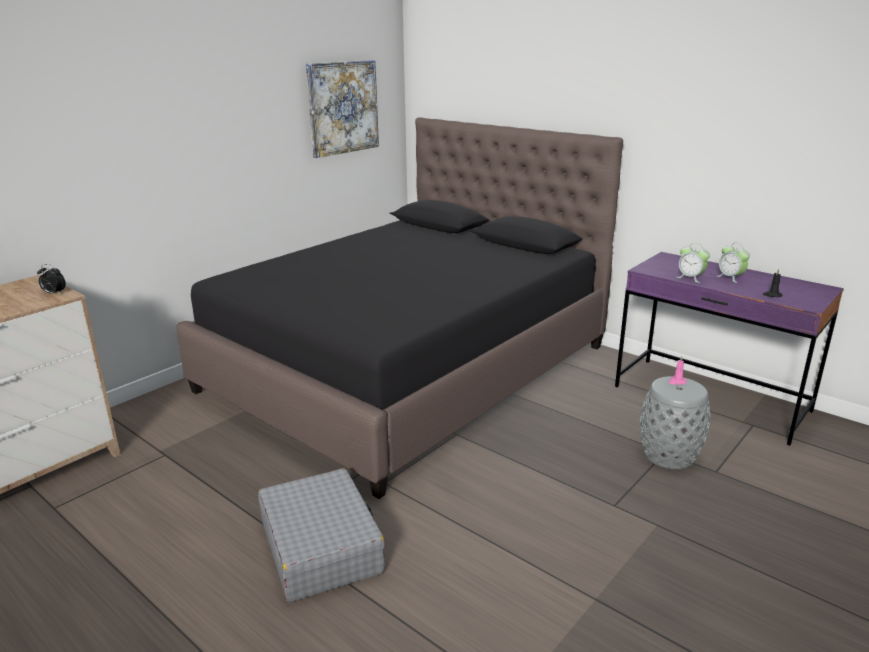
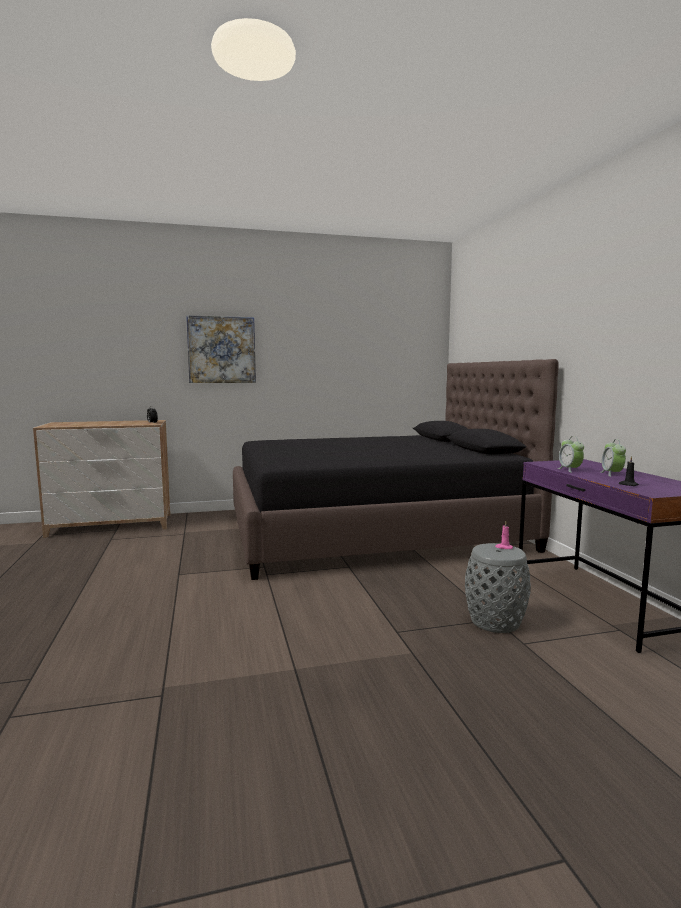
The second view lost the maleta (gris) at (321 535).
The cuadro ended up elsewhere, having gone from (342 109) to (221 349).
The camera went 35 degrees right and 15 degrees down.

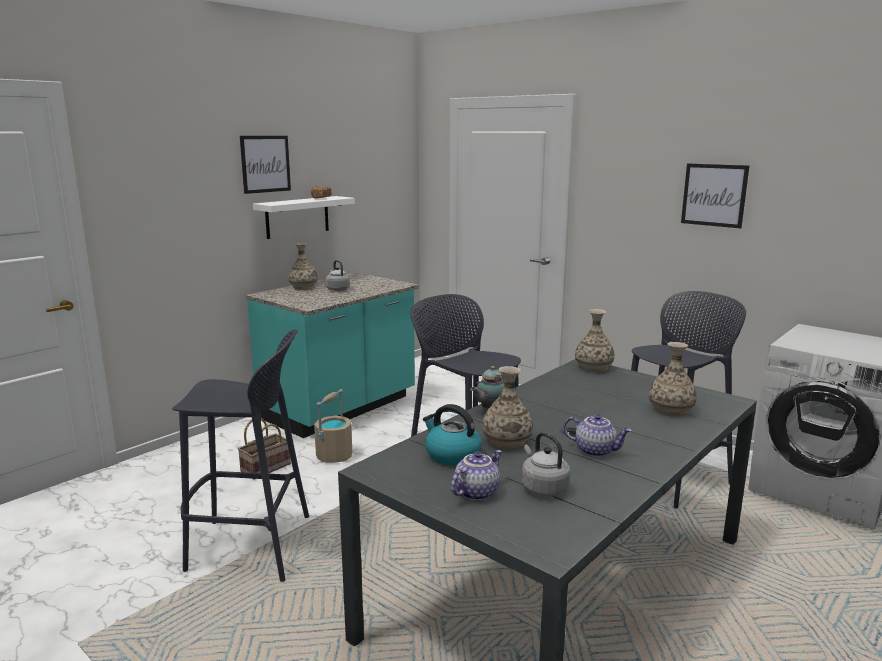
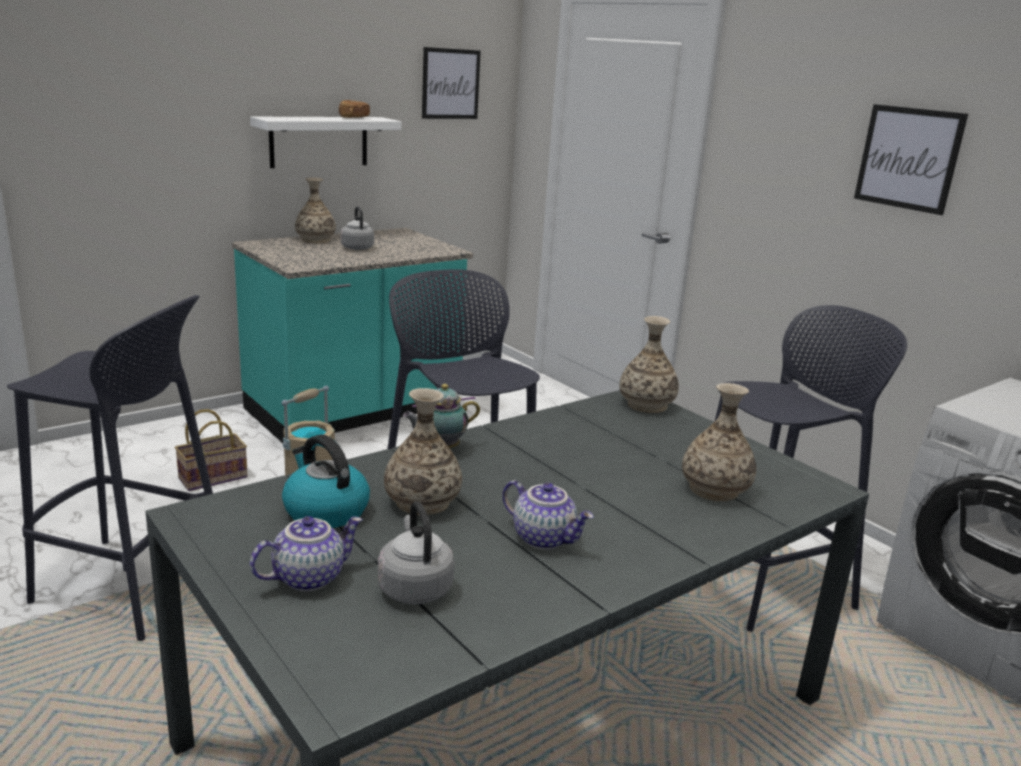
The cuadro ended up elsewhere, having gone from (265 165) to (451 83).
The camera went 10 degrees right and 5 degrees up.

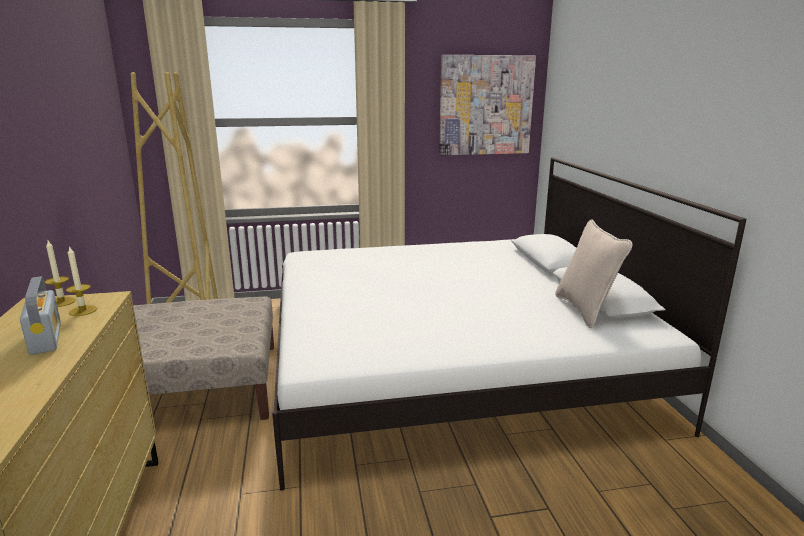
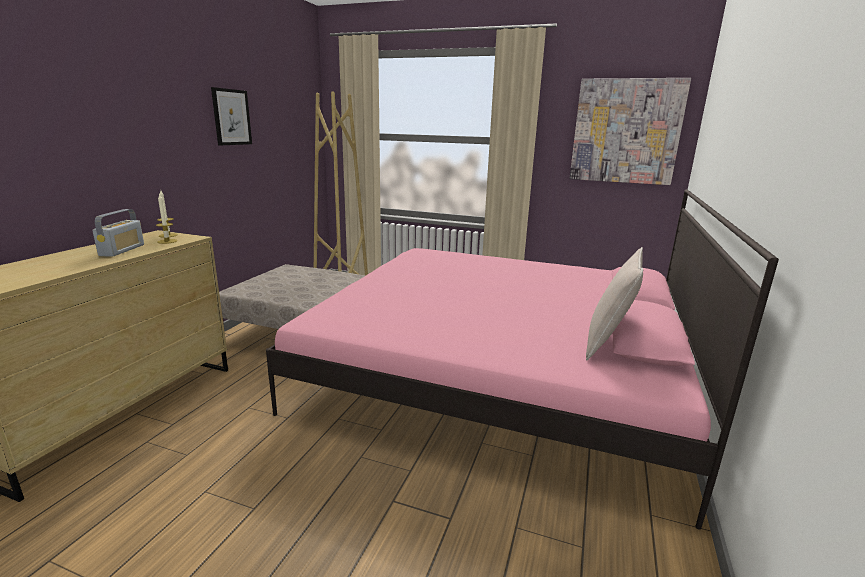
The second view gained the cuadro at (231 116).
What was the cama (blanco) at (509 324) turned into the cama (rosa) at (522 359).
The camera went 30 degrees right and 0 degrees up.

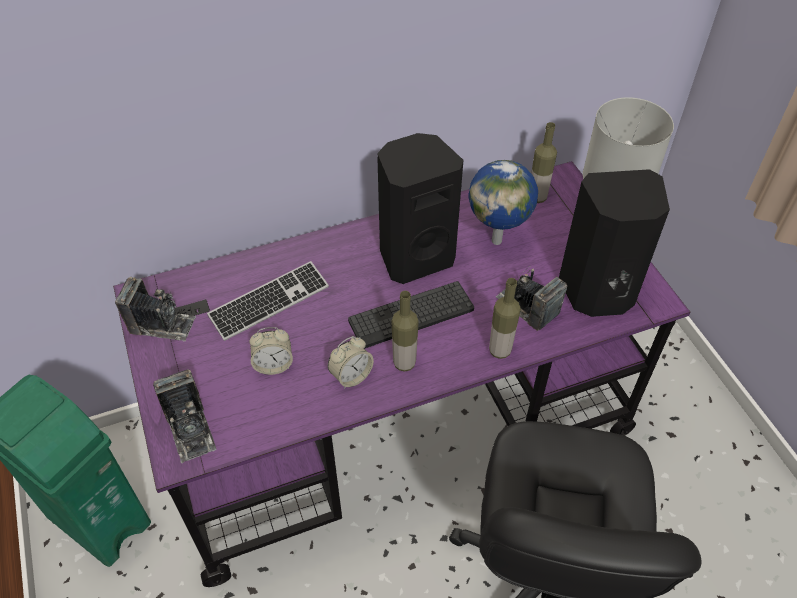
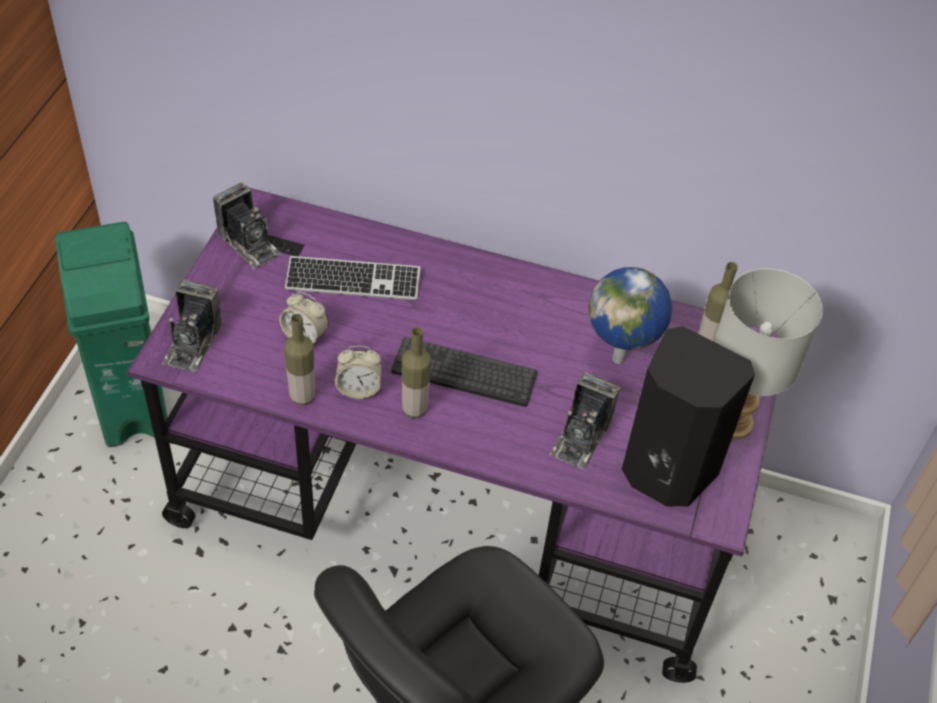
The second view lost the altavoz (negro) at (420 208).
The botella ended up elsewhere, having gone from (505 318) to (299 359).
The cámara at (531 298) ended up facing another way, 150 degrees counterclockwise from before.
The camera went 35 degrees right and 0 degrees up.

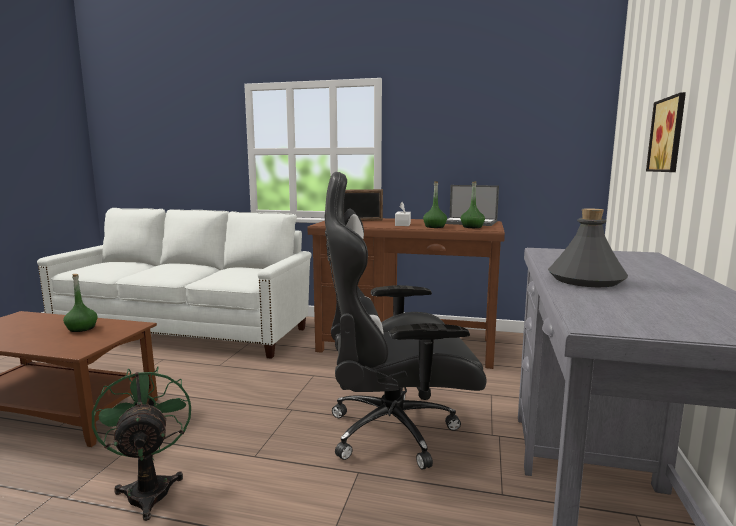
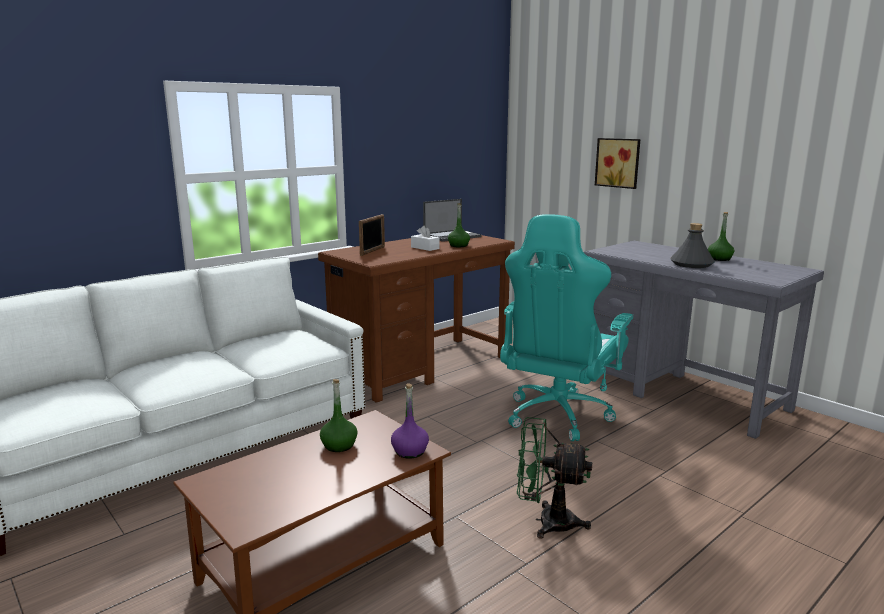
The second view gained the botella (morado) at (410 421).
The botella (verde) ended up elsewhere, having gone from (473 204) to (721 236).
What was the silla de oficina (negro) at (406 321) turned into the silla de oficina (turquesa) at (566 327).
The camera went 55 degrees left and 5 degrees up.

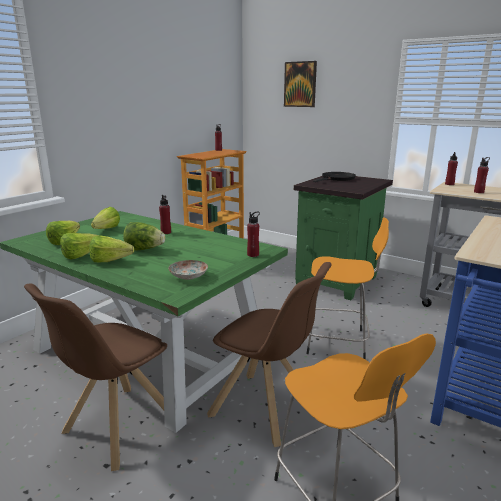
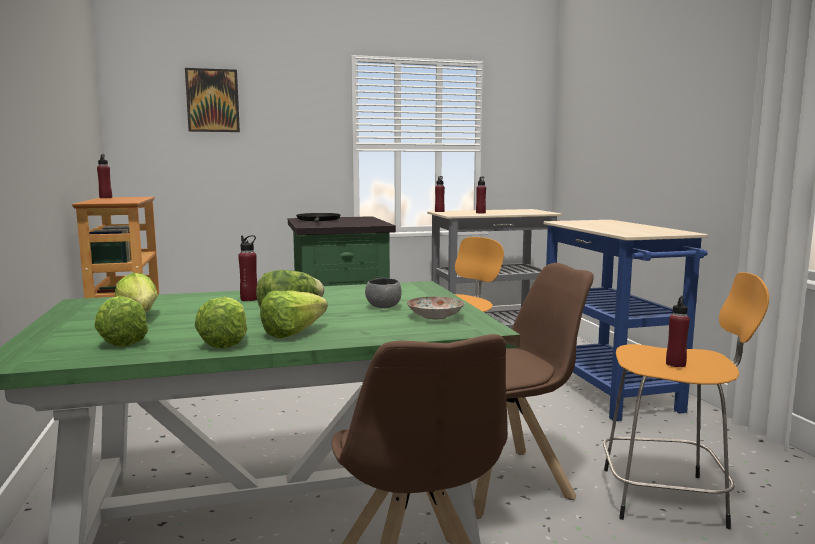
The second view gained the cuenco (gris) at (383 293).
The botella (rojo) ended up elsewhere, having gone from (253 234) to (678 331).
The camera went 50 degrees left and 10 degrees down.

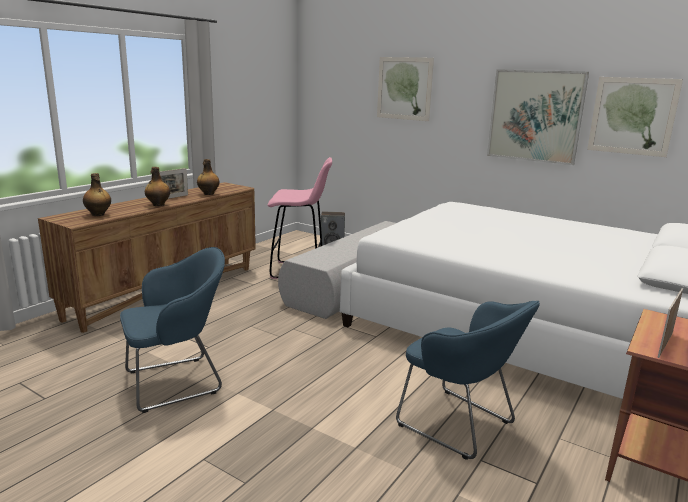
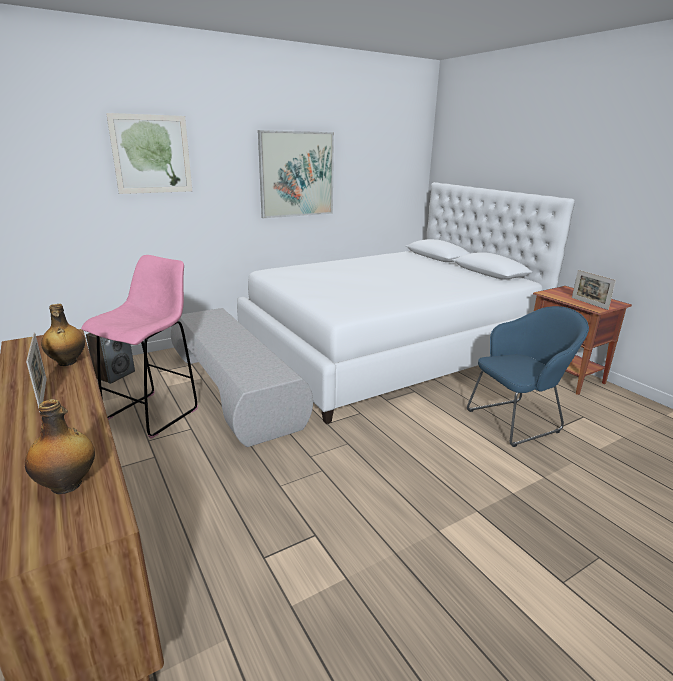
The second view lost the sillón (azul) at (172 330).
The second view lost the botella at (157 186).
The second view lost the cuadro at (635 117).
The camera went 65 degrees left and 5 degrees up.

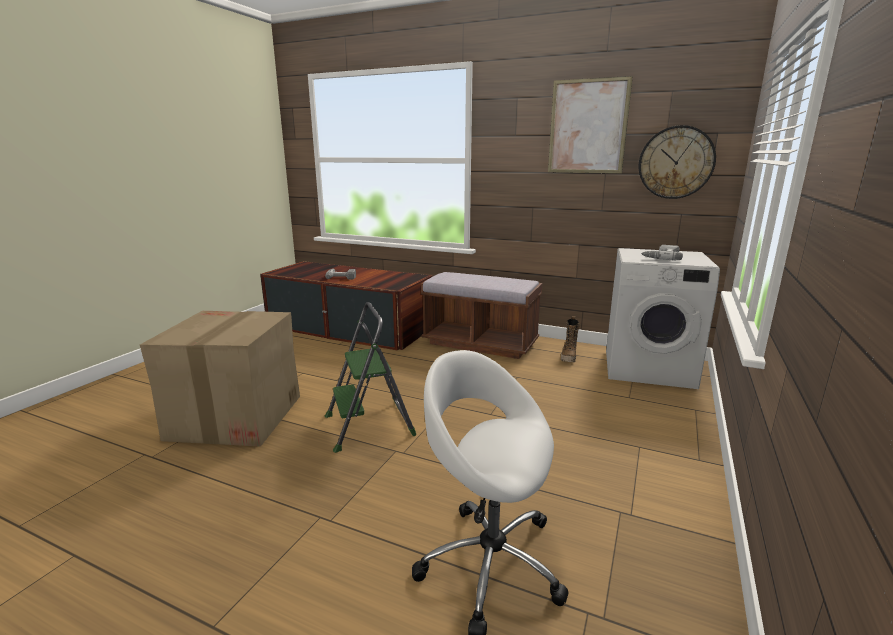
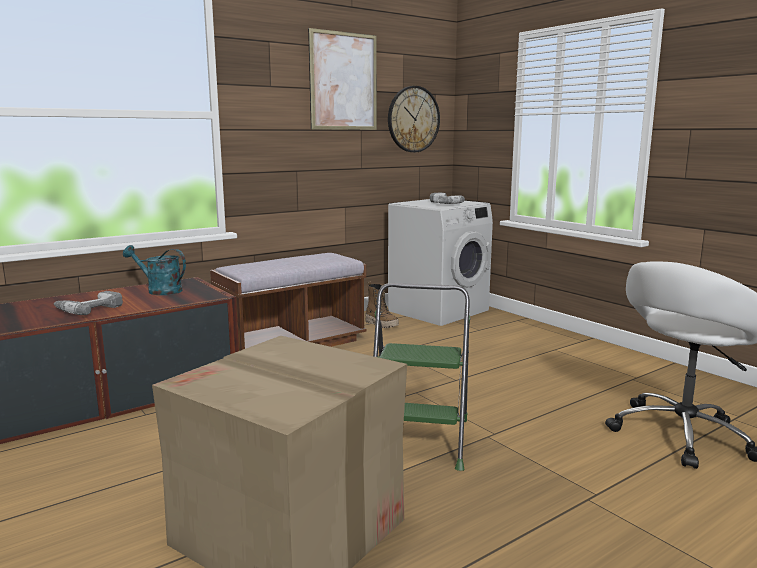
The second view gained the regadera (turquesa) at (154 270).
The camera went 60 degrees left and 5 degrees down.

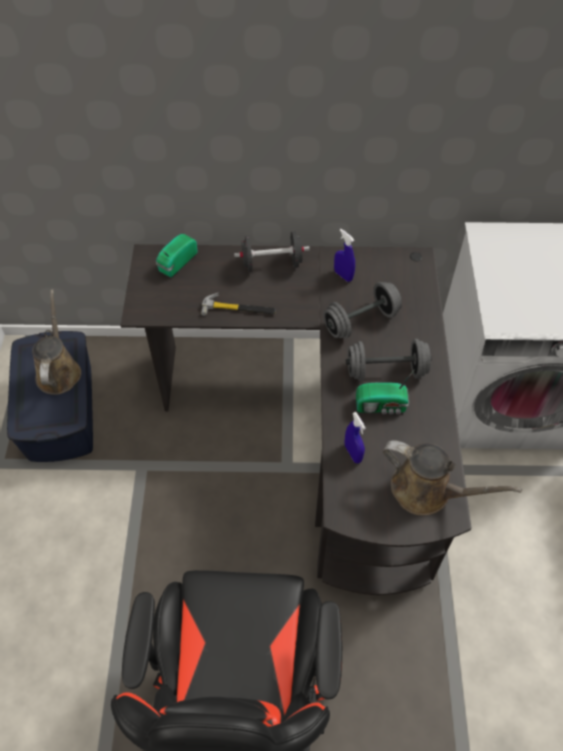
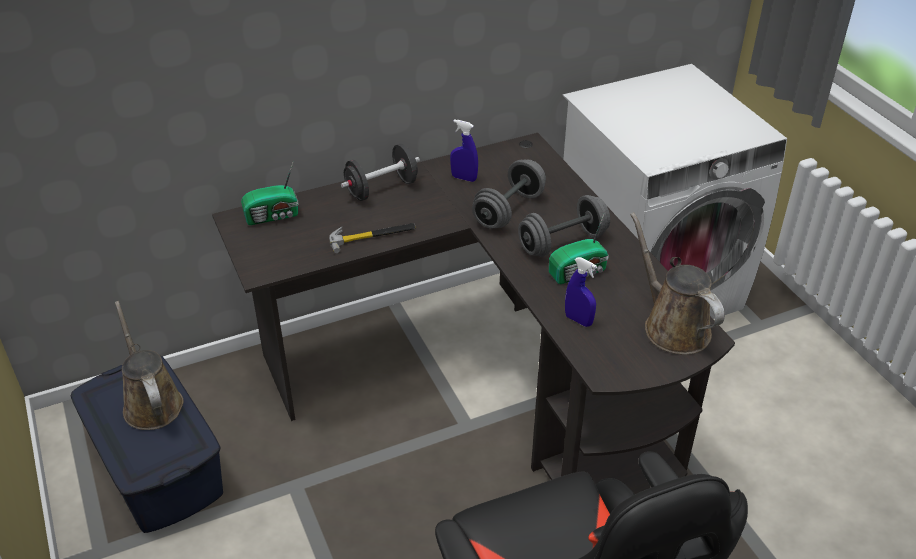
The radio at (177 255) ended up facing another way, 120 degrees counterclockwise from before.
The regadera (marrón) at (452 477) ended up facing another way, 120 degrees counterclockwise from before.
The camera went 25 degrees left and 15 degrees down.

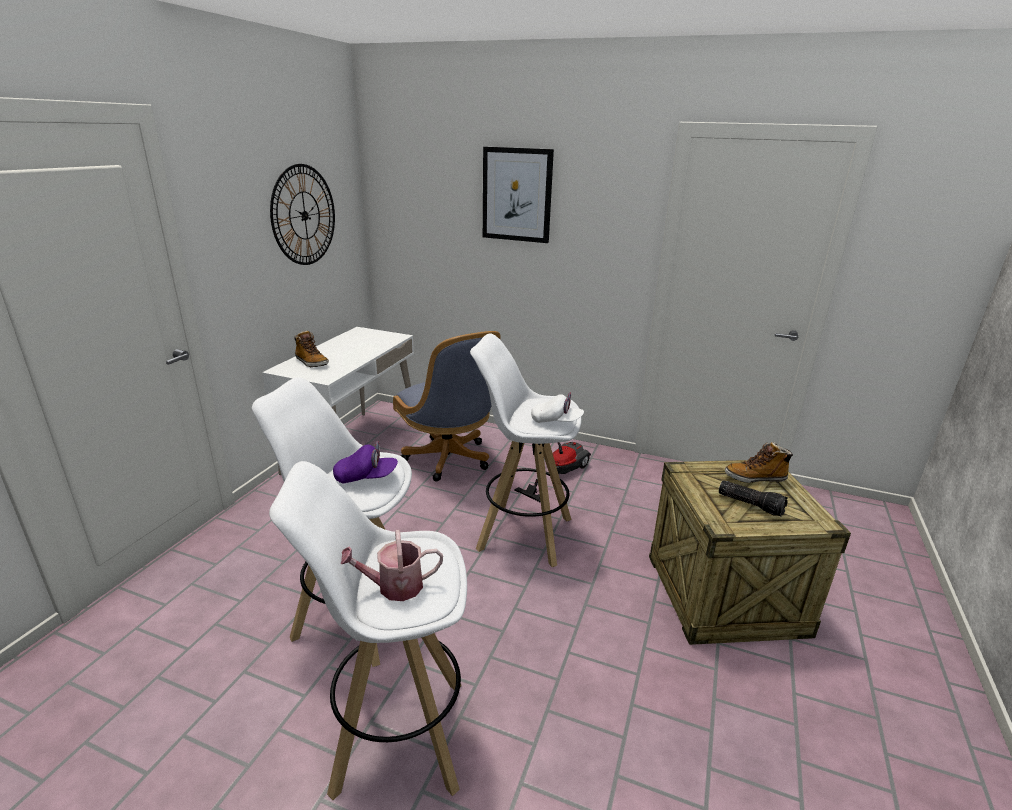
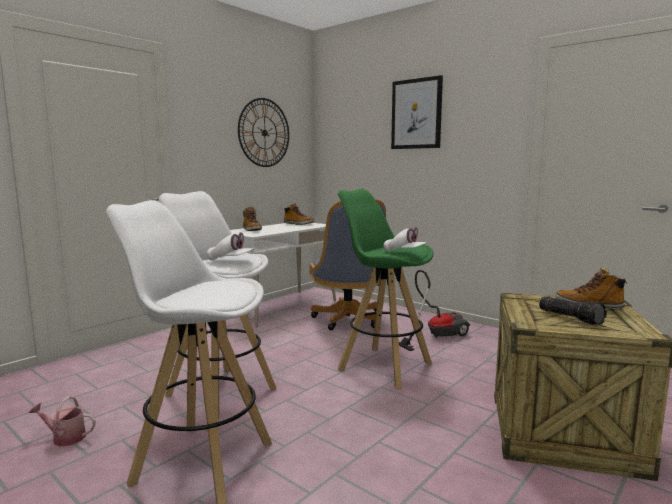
The second view gained the bota at (299 214).
The regadera ended up elsewhere, having gone from (392 565) to (62 421).
What was the gorra (morado) at (365 462) turned into the gorra (blanco) at (230 246).
What was the taburete (blanco) at (525 450) turned into the taburete (verde) at (385 288).
The camera went 20 degrees right and 15 degrees down.

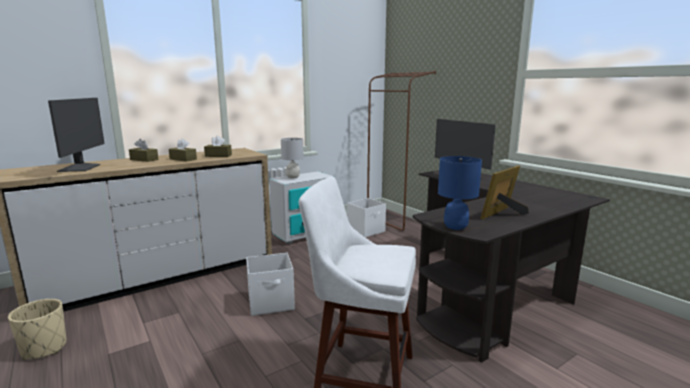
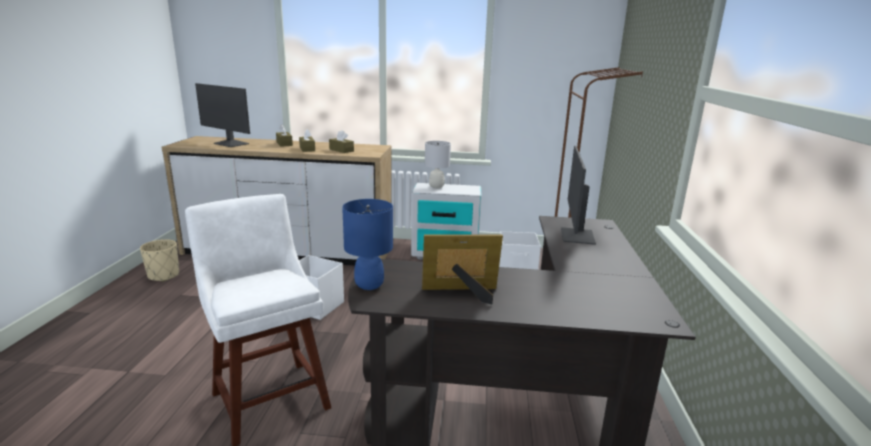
The monitor at (76 135) ended up facing another way, 90 degrees clockwise from before.
The camera went 40 degrees right and 5 degrees up.

